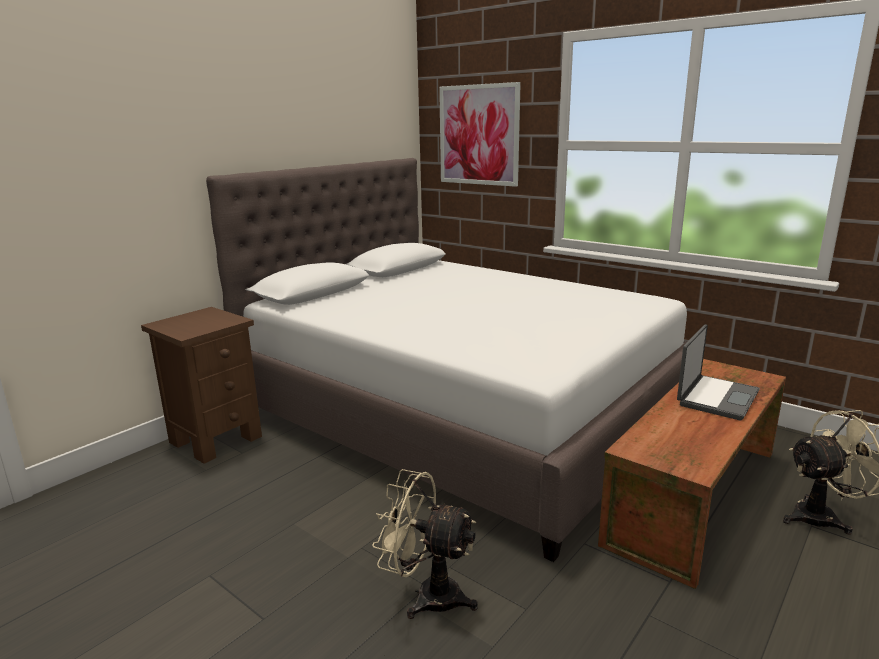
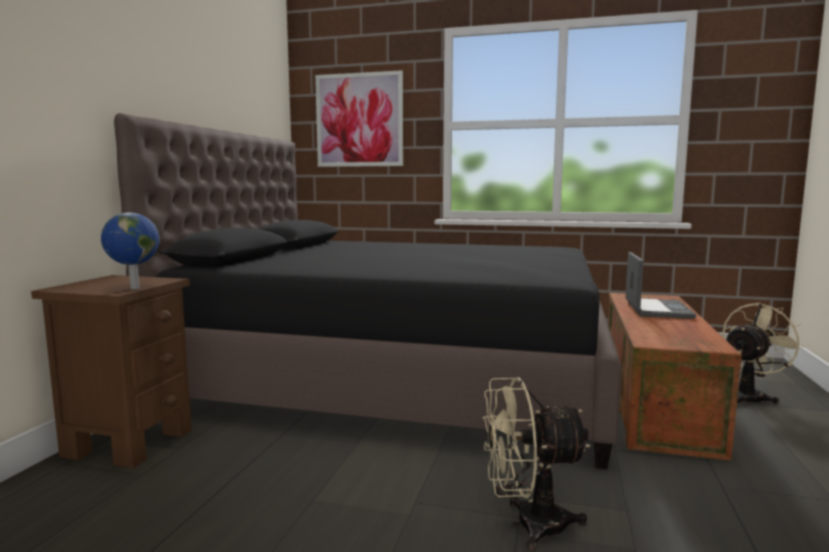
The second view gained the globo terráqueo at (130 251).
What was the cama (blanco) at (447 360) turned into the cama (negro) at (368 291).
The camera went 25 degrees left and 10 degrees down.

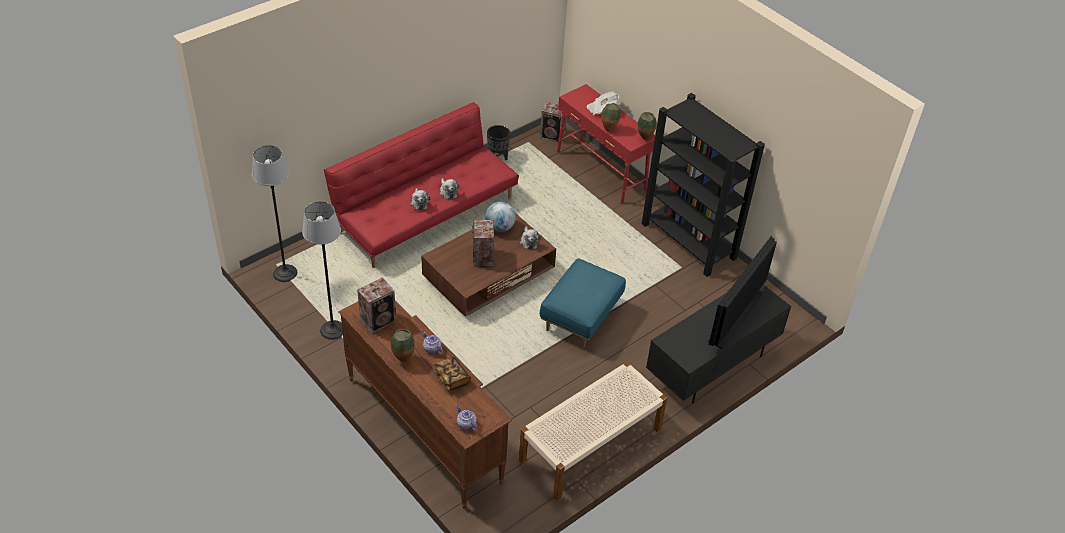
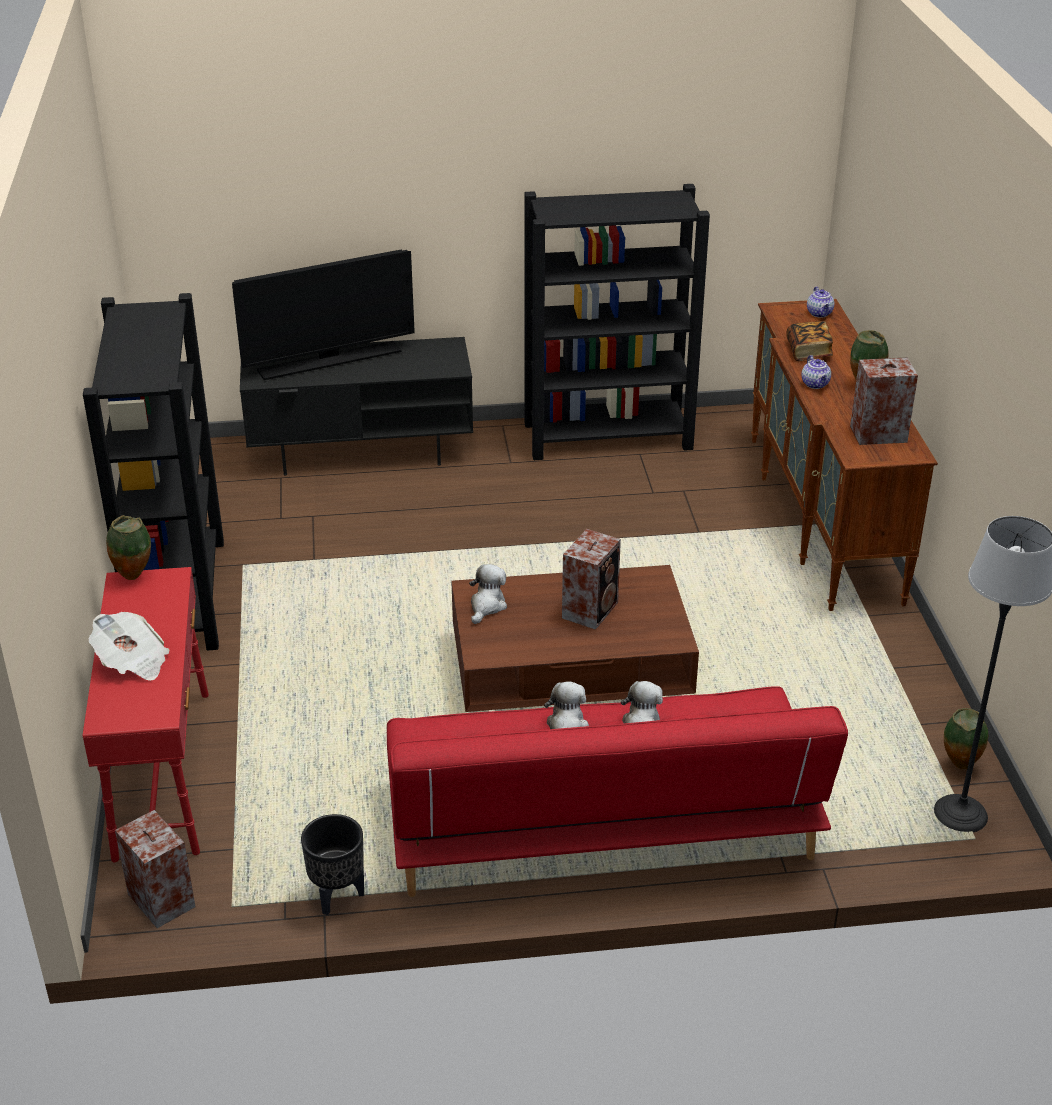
The second view lost the lámpara de pie at (322 270).
The second view lost the globo terráqueo at (500 216).
The second view lost the puf (azul) at (583 303).
The florero ended up elsewhere, having gone from (611 117) to (966 738).
Where the banco (beis) stood at (593 431), the estantería (negro) came to stand at (617 322).
The camera went 145 degrees left and 10 degrees down.

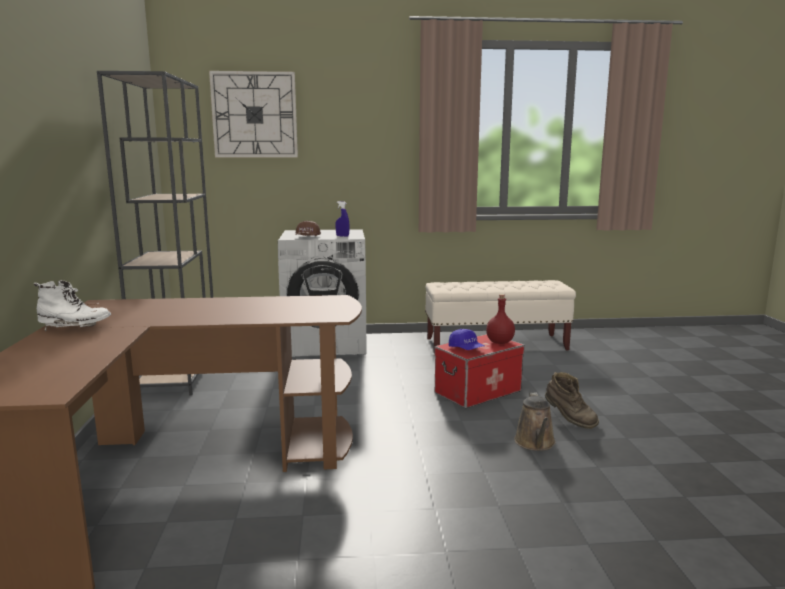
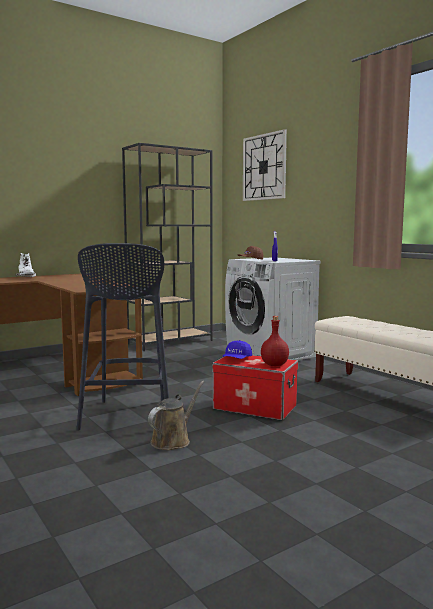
The second view lost the bota (marrón) at (572 400).
The second view gained the taburete (gris) at (122 337).
The regadera (marrón) at (535 421) ended up facing another way, 150 degrees clockwise from before.
The camera went 60 degrees right and 5 degrees down.

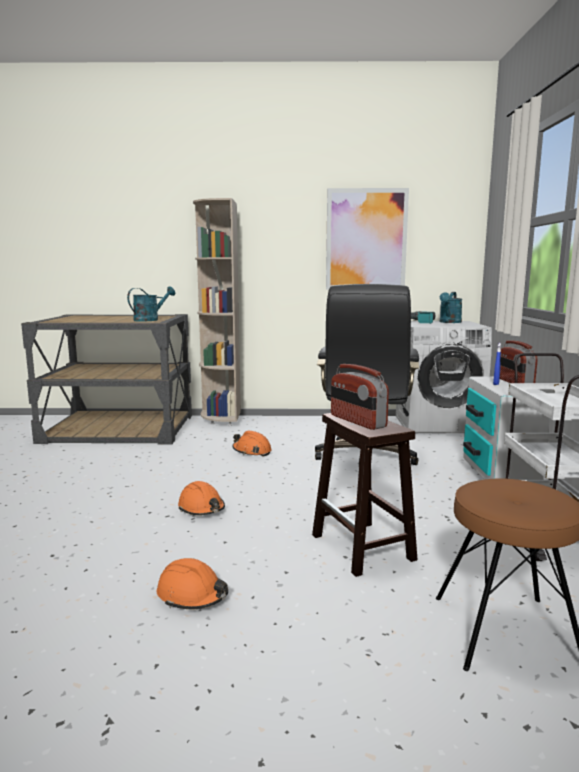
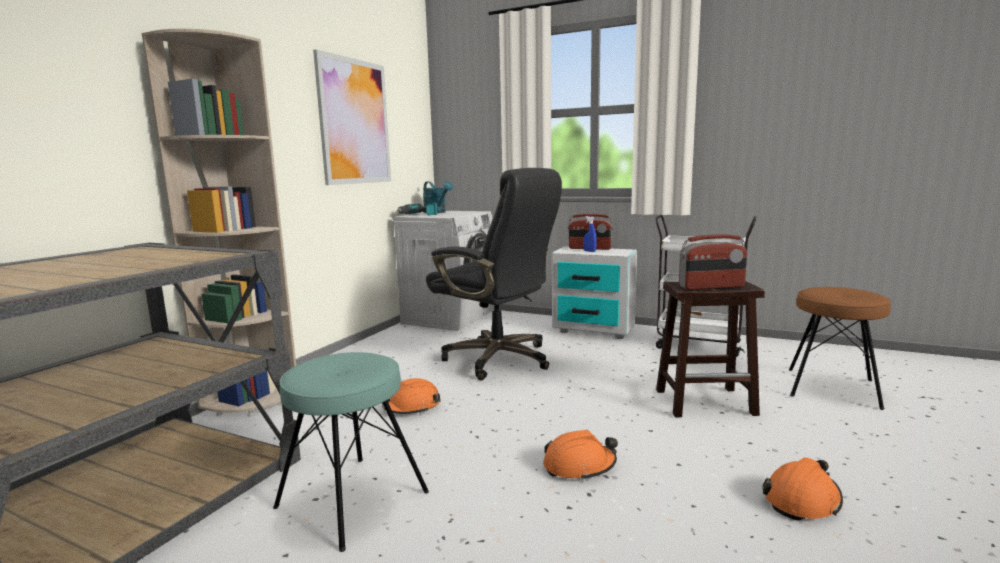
The second view lost the regadera (turquesa) at (151 304).
The second view gained the taburete (turquesa) at (351 452).
The camera went 65 degrees left and 0 degrees up.

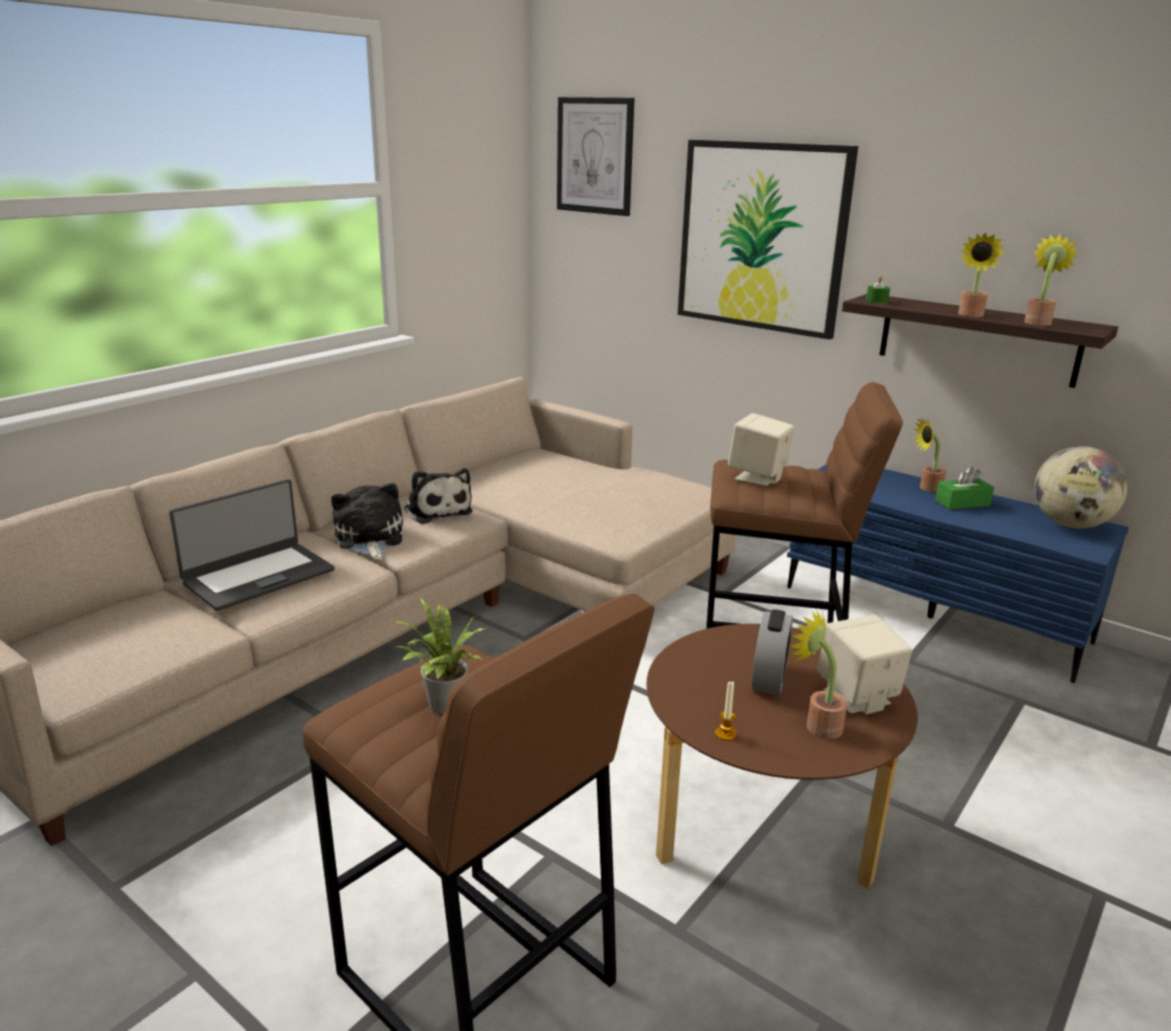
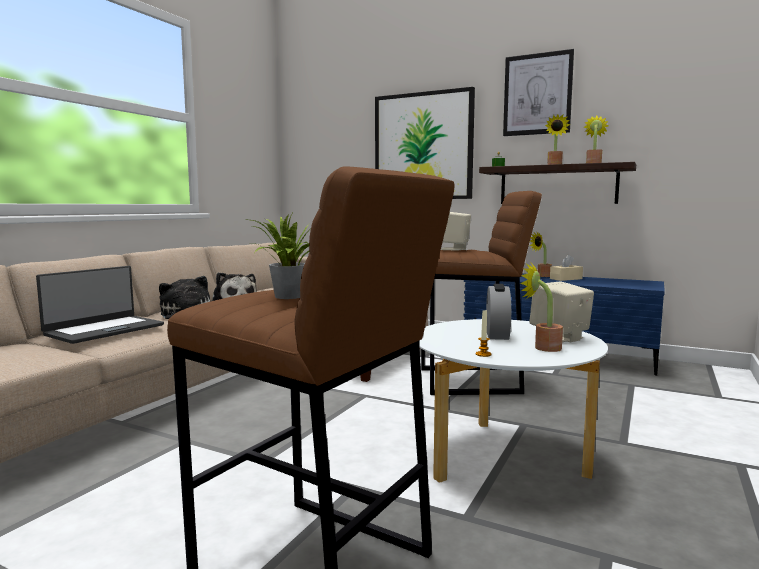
The second view lost the globo terráqueo at (1081 487).
The cuadro ended up elsewhere, having gone from (596 156) to (538 92).
What was the mesa de centro (marrón) at (782 756) turned into the mesa de centro (blanco) at (513 401).
What was the caja de pañuelos (verde) at (964 488) turned into the caja de pañuelos (beis) at (566 268).
The camera went 10 degrees left and 15 degrees down.

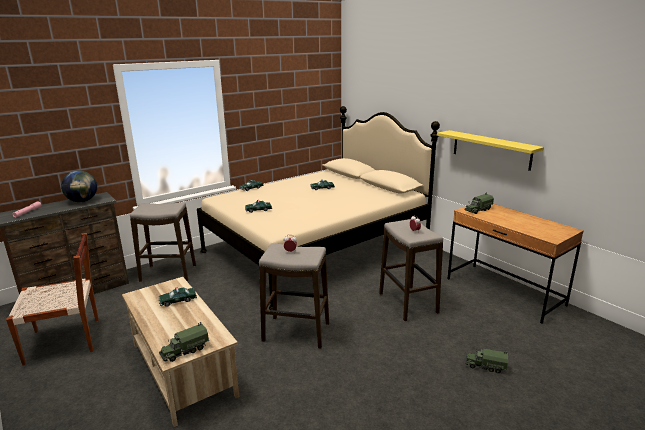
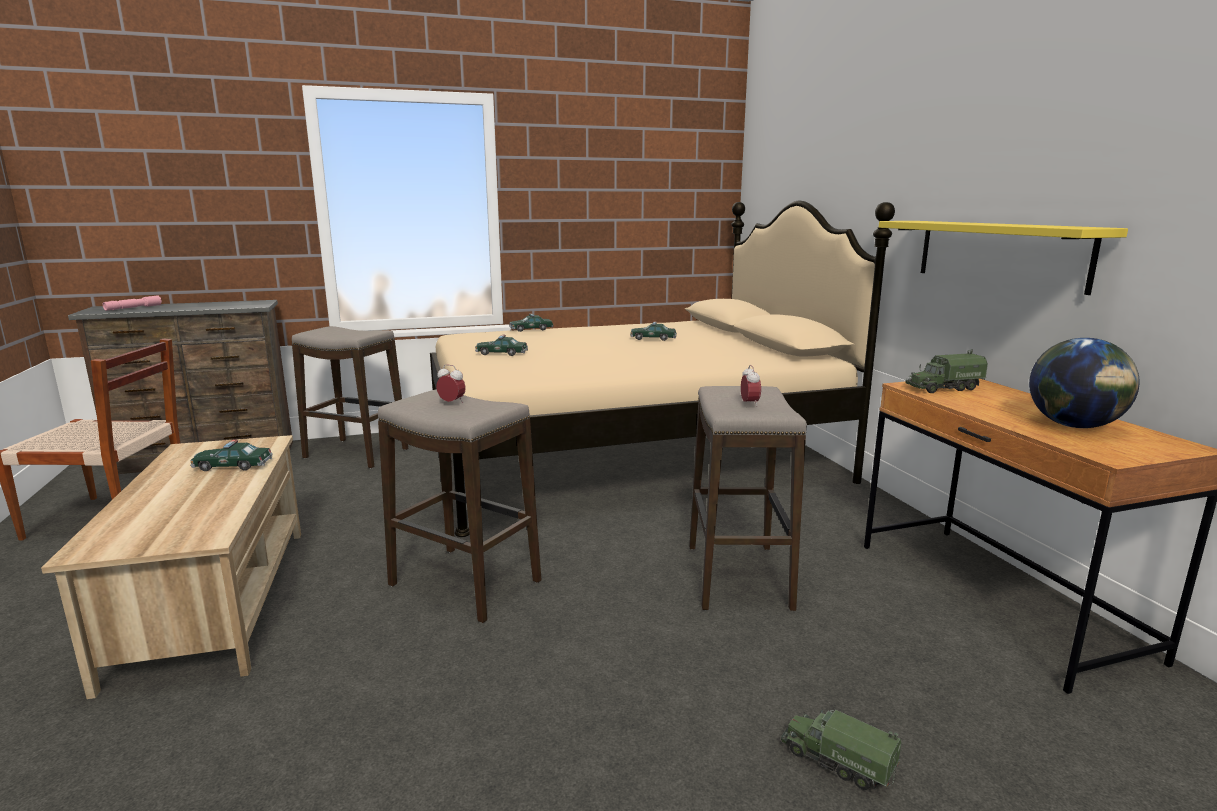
The second view lost the camión de juguete at (184 342).
The globo terráqueo ended up elsewhere, having gone from (79 186) to (1084 383).
The camera went 20 degrees right and 5 degrees down.

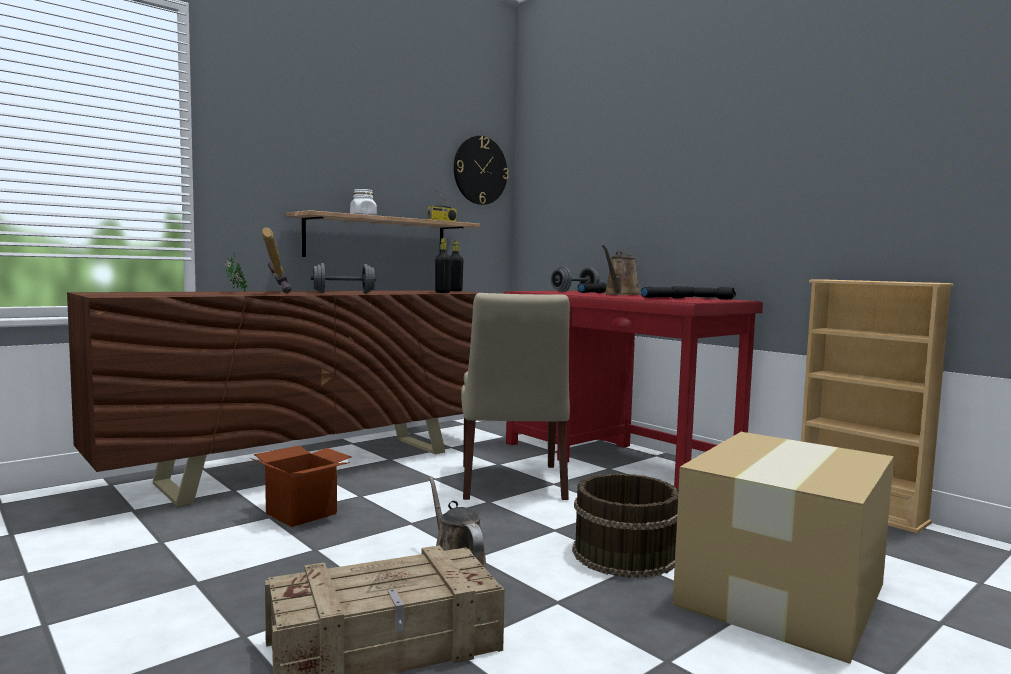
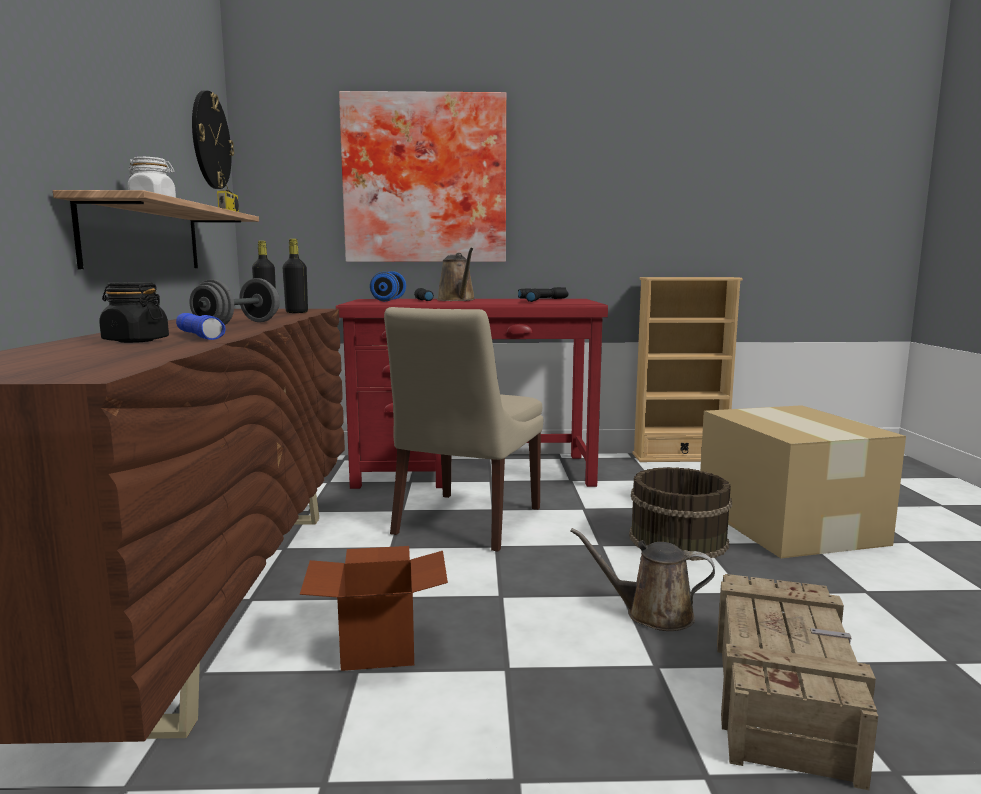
The second view gained the cuadro at (422 176).
Where the planta en maceta stood at (237 272), the tarro (negro) came to stand at (134 312).
Where the martillo stood at (277 260), the linterna (azul) came to stand at (200 326).
What was the mancuerna (gris) at (575 279) turned into the mancuerna (azul) at (388 286).
The silla (beis) at (515 396) ended up facing another way, 75 degrees clockwise from before.
The camera went 50 degrees left and 5 degrees up.

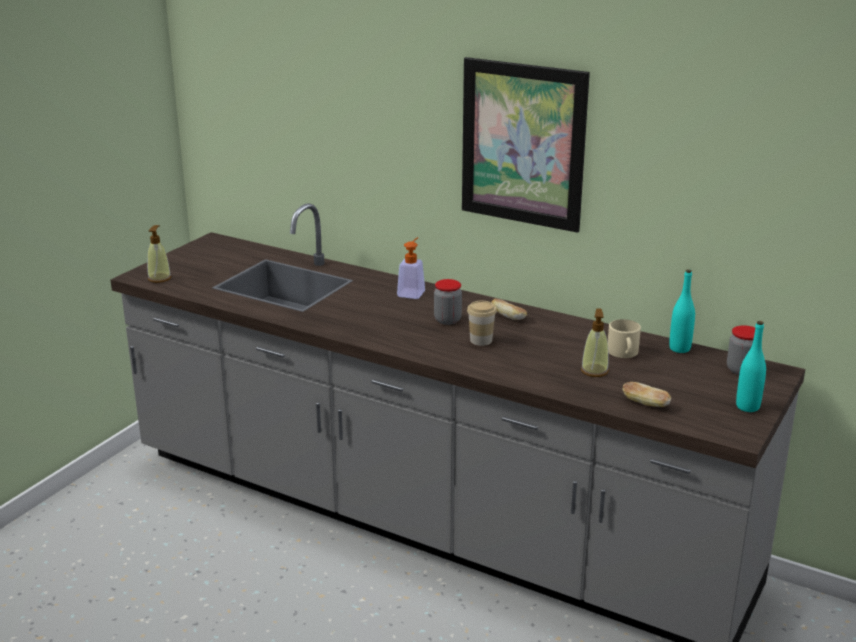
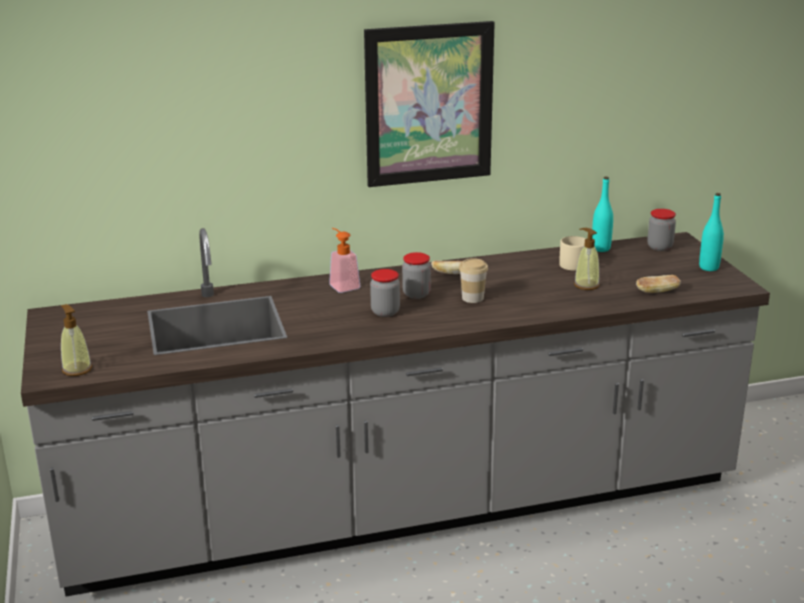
The second view gained the tarro at (385 293).
The camera went 45 degrees left and 0 degrees up.

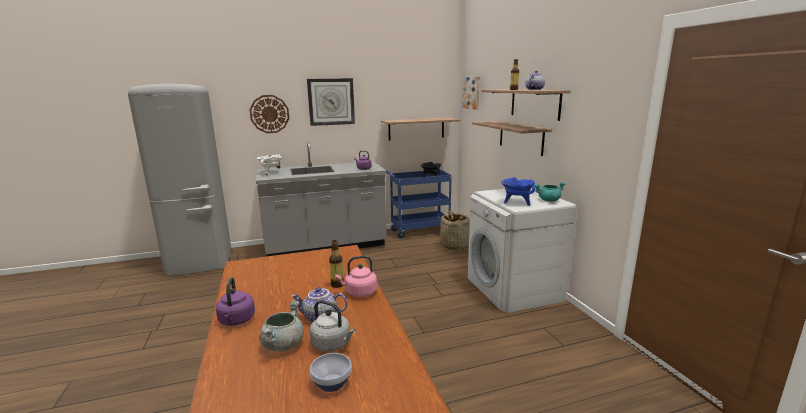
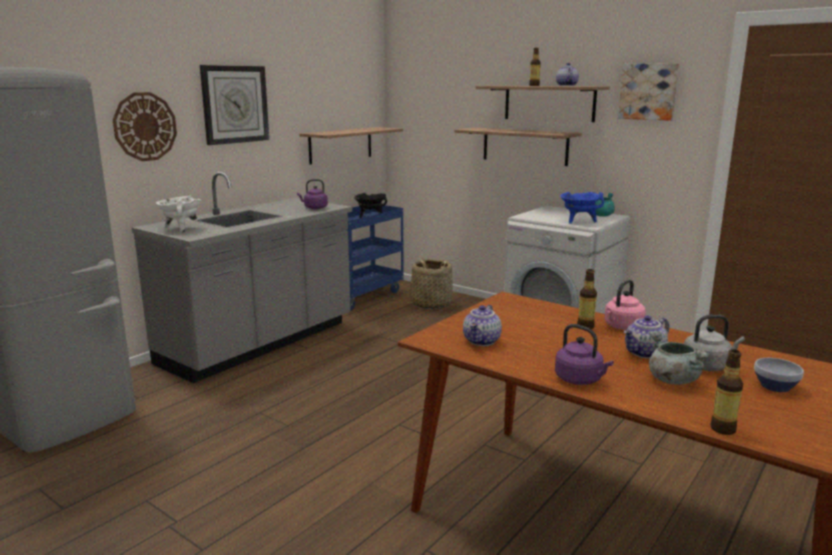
The second view gained the tetera at (482 325).
The second view gained the botella at (726 392).
The cuadro ended up elsewhere, having gone from (471 93) to (648 92).
The camera went 35 degrees left and 0 degrees up.

